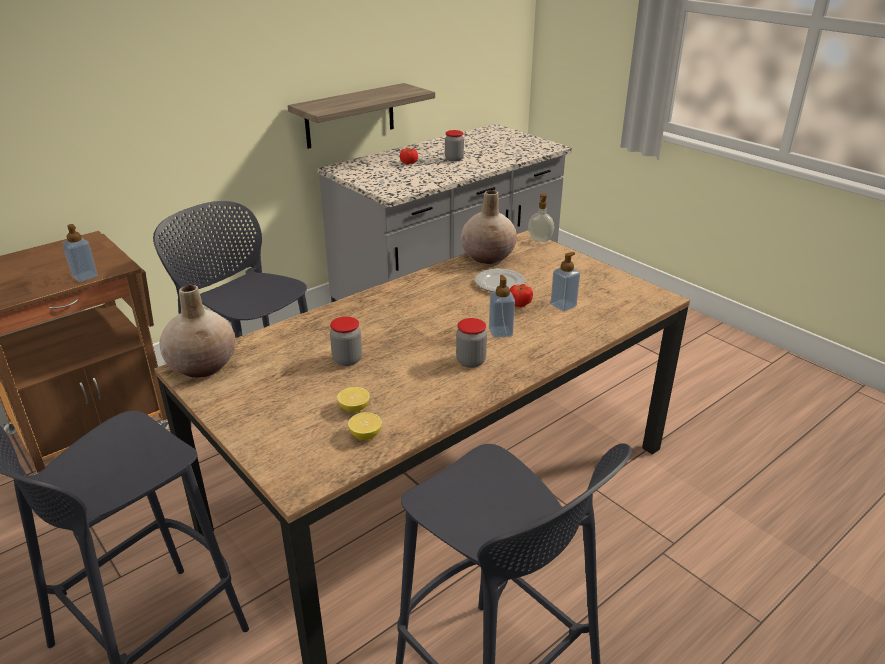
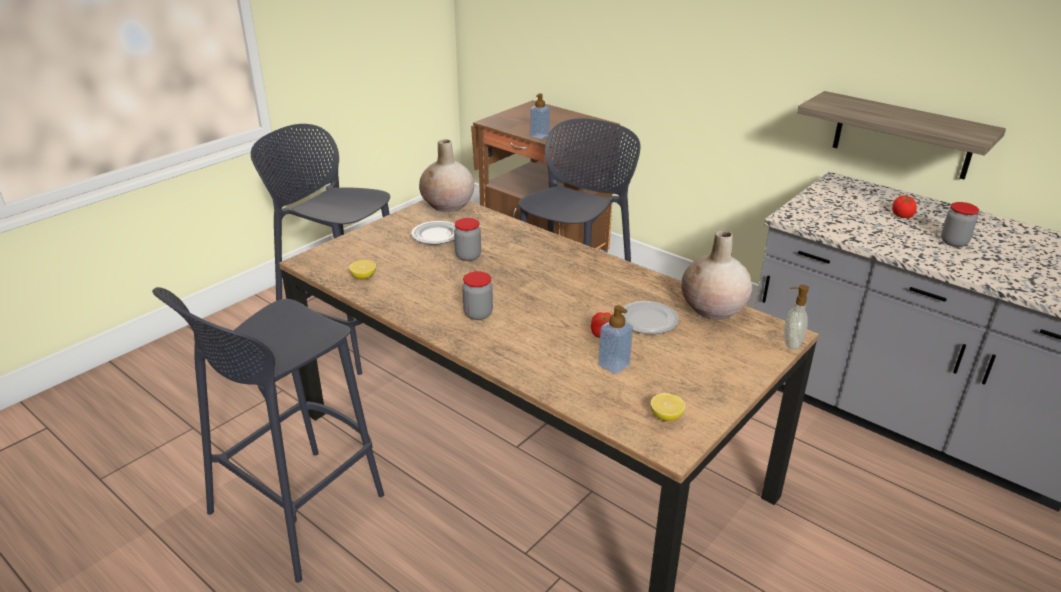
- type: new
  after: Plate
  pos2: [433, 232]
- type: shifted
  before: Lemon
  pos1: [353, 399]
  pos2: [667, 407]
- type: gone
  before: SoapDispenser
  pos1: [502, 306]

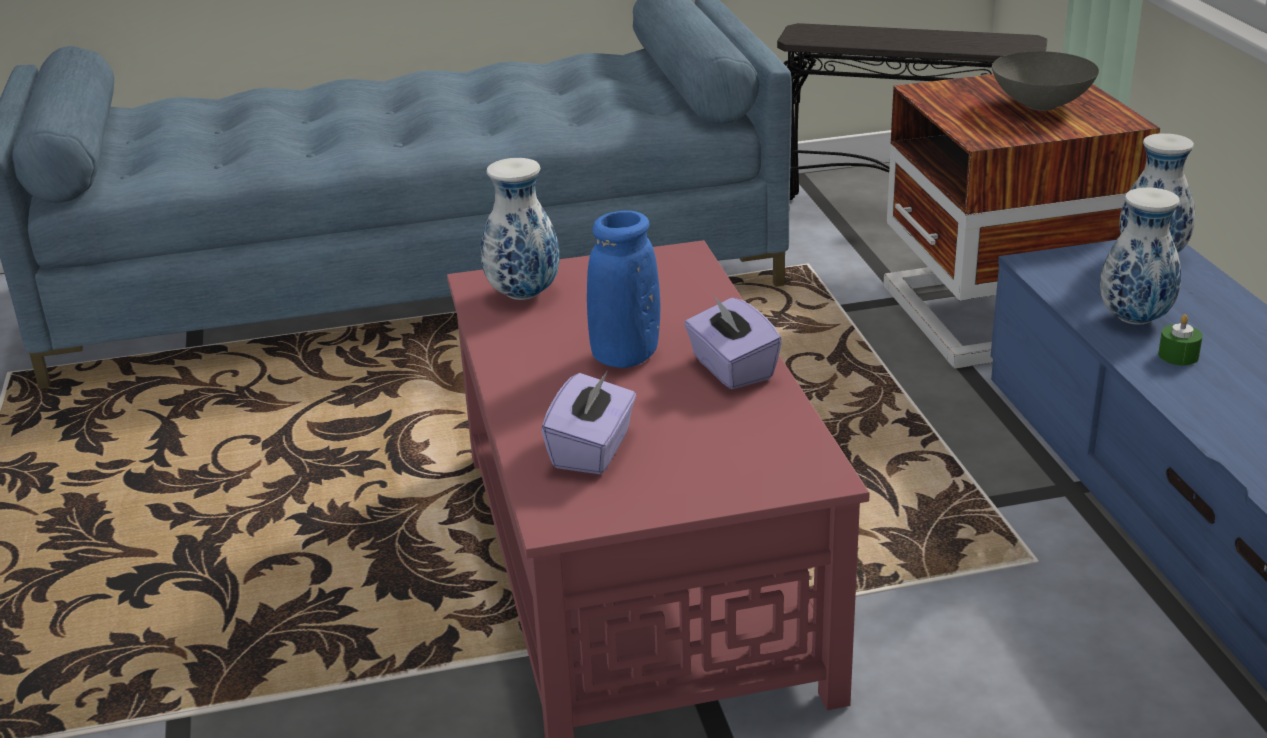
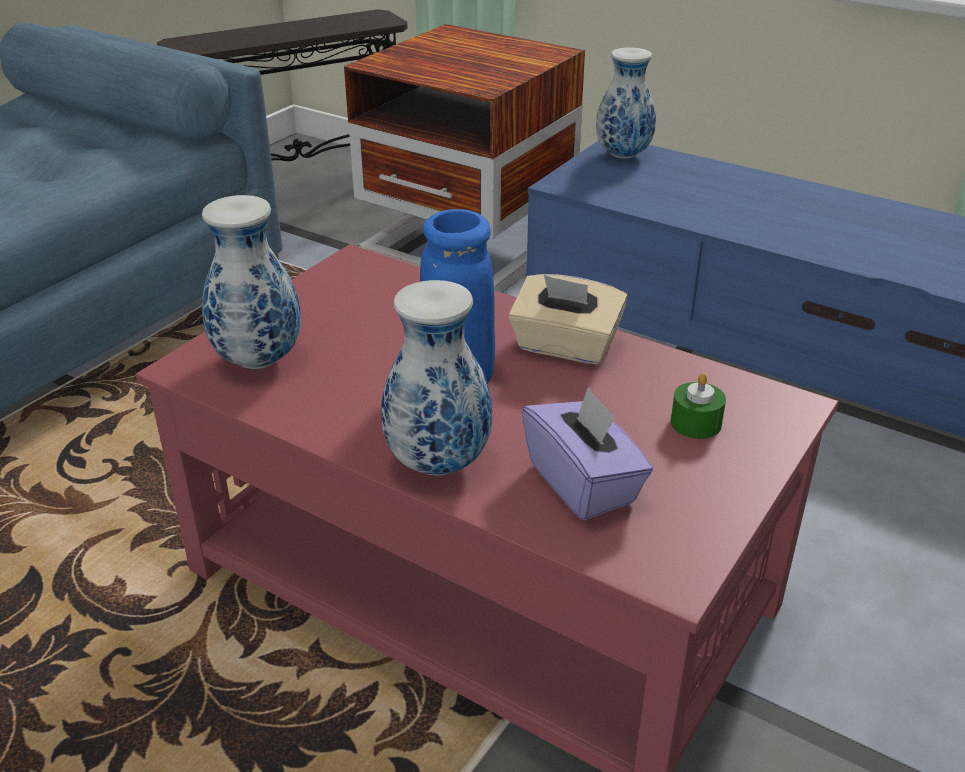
- type: shifted
  before: Vase
  pos1: [1140, 256]
  pos2: [436, 378]
- type: repainted
  before: PurpleTissueBox
  after: BeigeTissueBox
  pos1: [733, 341]
  pos2: [568, 319]
- type: shifted
  before: GreenCandle
  pos1: [1180, 339]
  pos2: [698, 406]
- type: gone
  before: GreyBowl
  pos1: [1045, 81]

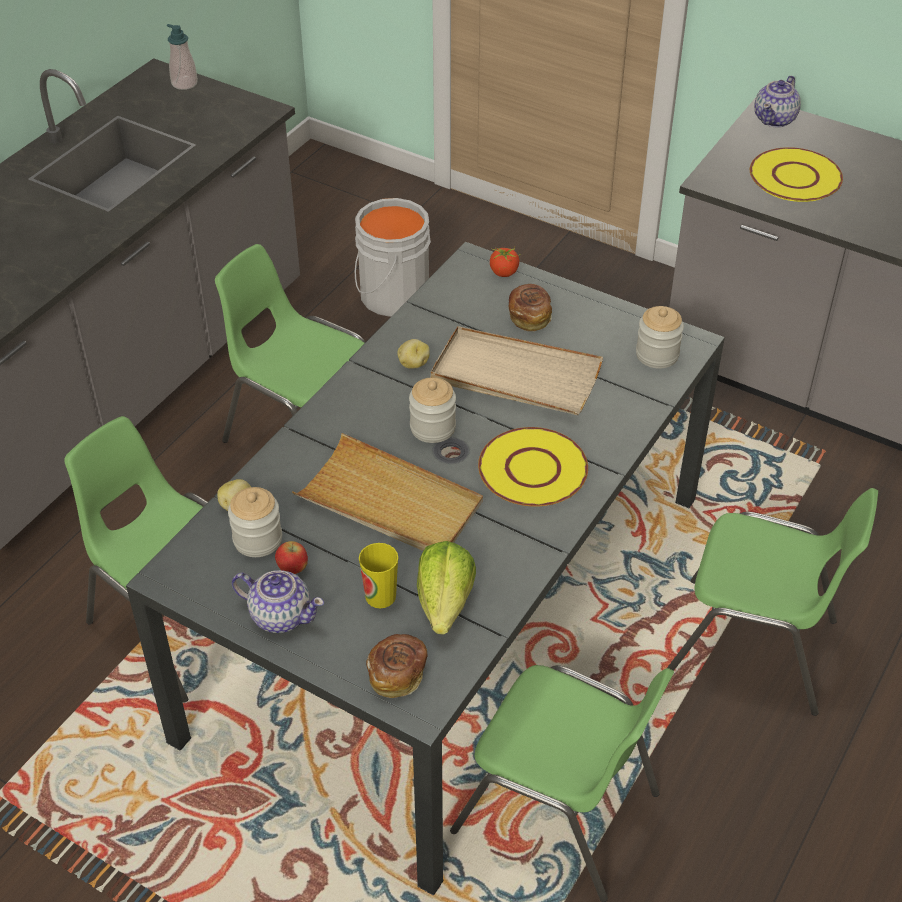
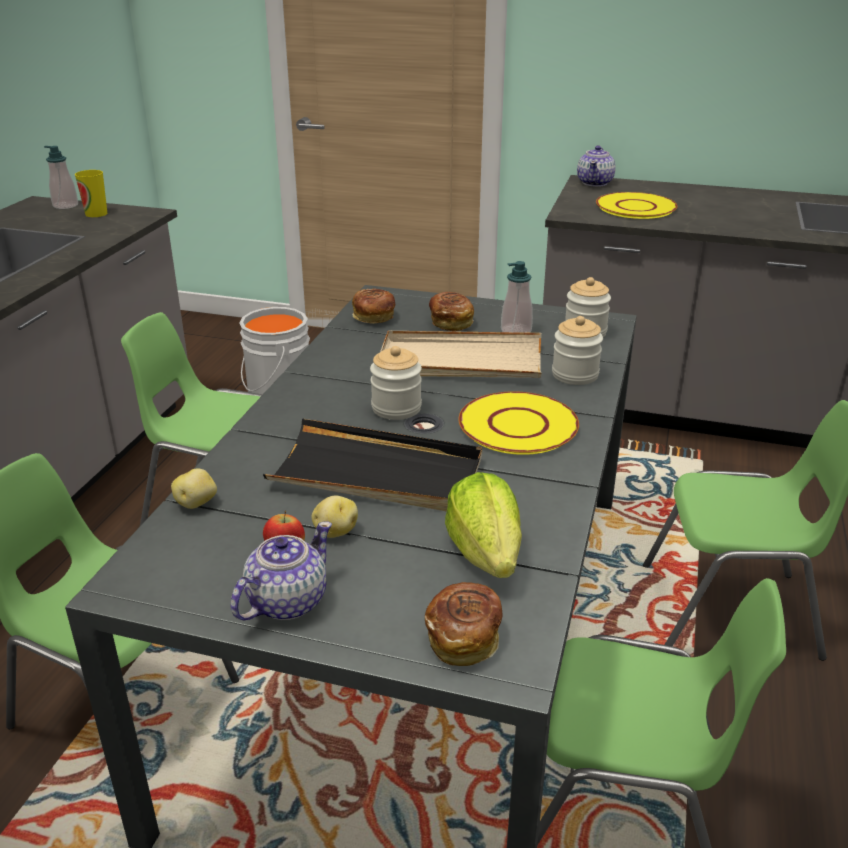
- type: shifted
  before: Cup
  pos1: [378, 575]
  pos2: [91, 193]
- type: rotated
  before: Teapot
  pos1: [278, 602]
  pos2: [281, 571]
  turn: -60
- type: repainted
  before: BeigeTray
  after: BlackTray
  pos1: [387, 492]
  pos2: [372, 465]
- type: shifted
  before: Potato
  pos1: [413, 354]
  pos2: [335, 517]
- type: new
  after: Bread
  pos2: [373, 306]
- type: new
  after: SoapDispenser
  pos2: [517, 297]
- type: shifted
  before: Jar
  pos1: [255, 522]
  pos2: [577, 350]
- type: gone
  before: Tomato
  pos1: [504, 261]

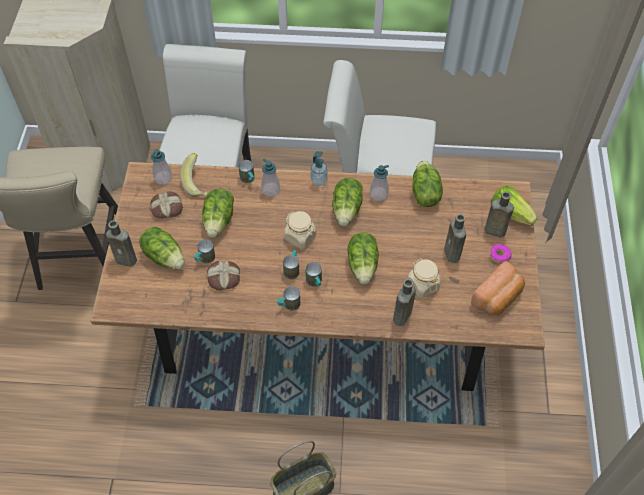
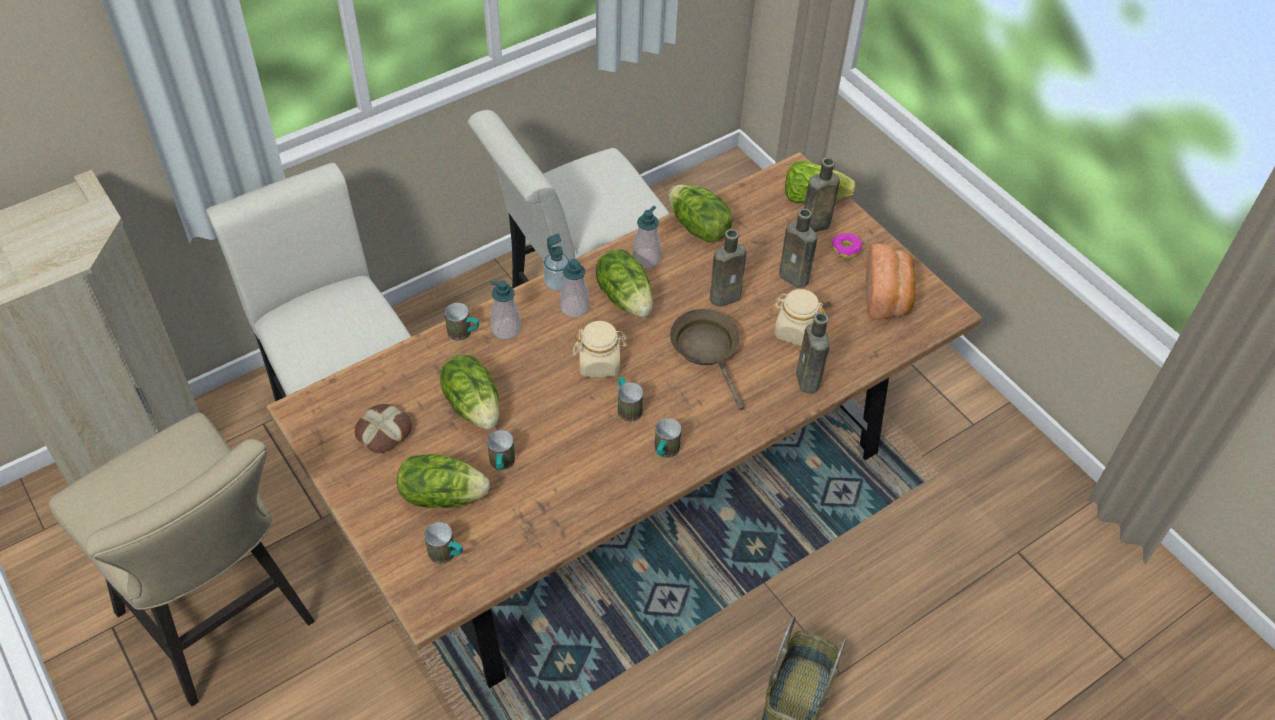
- type: shifted
  before: Mug
  pos1: [314, 274]
  pos2: [443, 543]
- type: shifted
  before: SoapDispenser
  pos1: [161, 167]
  pos2: [574, 288]
- type: swapped
  before: Lettuce
  after: BrownFryingPan
  pos1: [363, 258]
  pos2: [707, 359]
- type: shifted
  before: BrownBottle
  pos1: [121, 243]
  pos2: [728, 268]
- type: gone
  before: Banana
  pos1: [193, 175]
- type: gone
  before: Bread
  pos1: [223, 275]

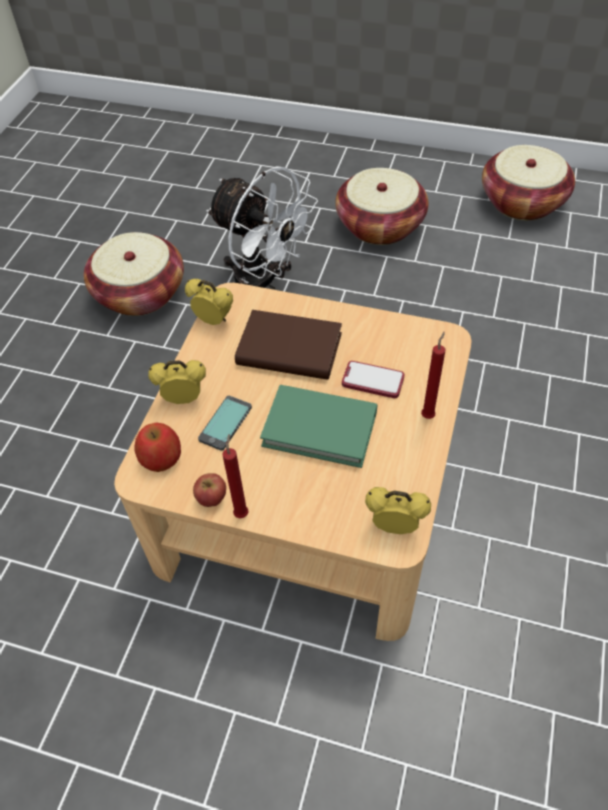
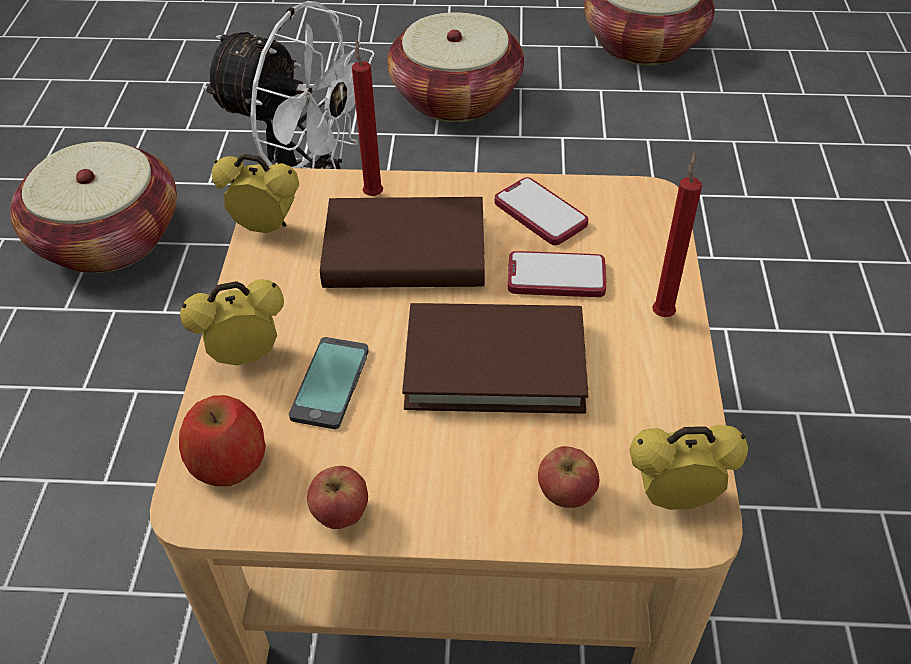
- type: shifted
  before: RedCandle
  pos1: [235, 476]
  pos2: [367, 117]
- type: repainted
  before: GreenBook
  after: BrownBook
  pos1: [318, 426]
  pos2: [495, 358]
- type: new
  after: Phone
  pos2: [541, 211]
- type: new
  after: Apple
  pos2: [568, 477]

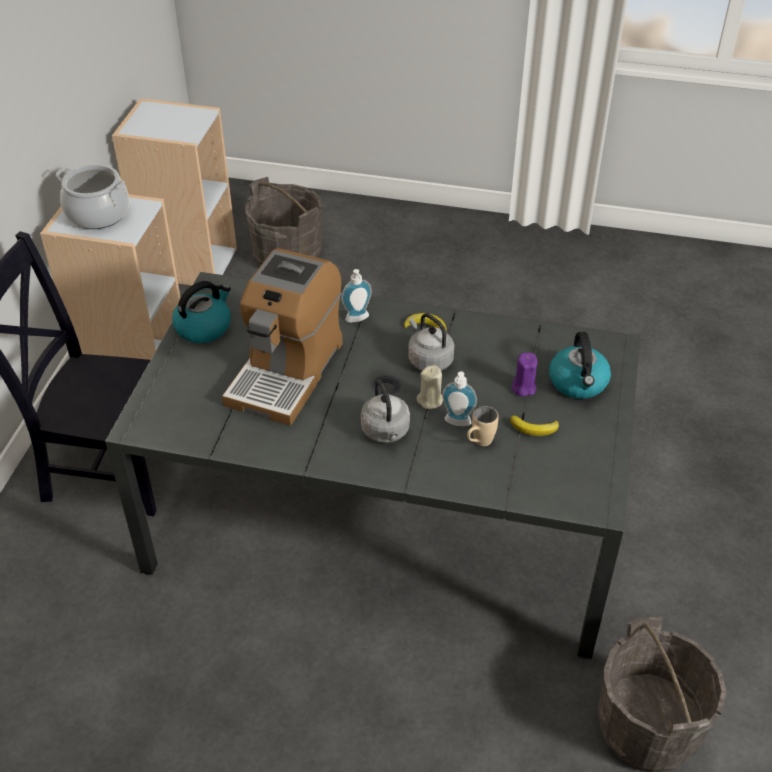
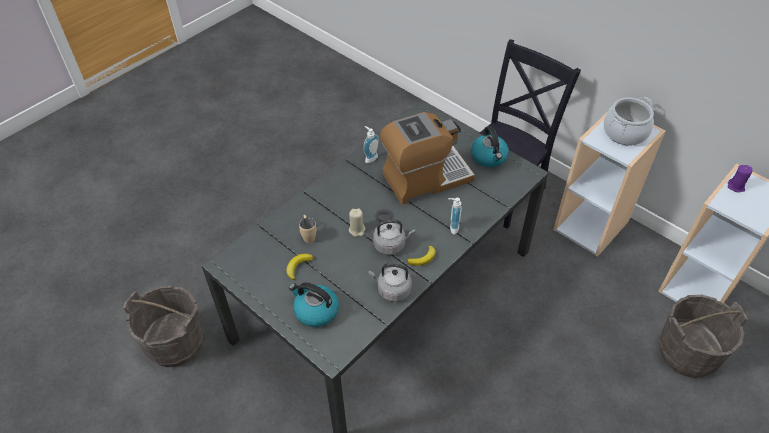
- type: shifted
  before: SoapDispenser
  pos1: [459, 398]
  pos2: [371, 144]
- type: shifted
  before: GreyKettle
  pos1: [385, 411]
  pos2: [390, 282]
- type: rotated
  before: CoffeeMachine
  pos1: [282, 337]
  pos2: [427, 158]
  turn: 105
- type: shifted
  before: PurpleCandle
  pos1: [524, 374]
  pos2: [740, 178]

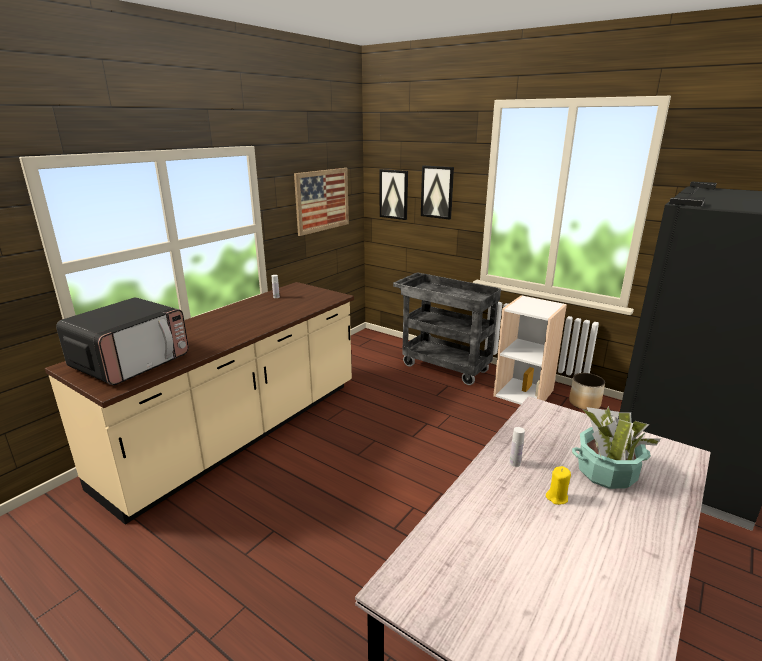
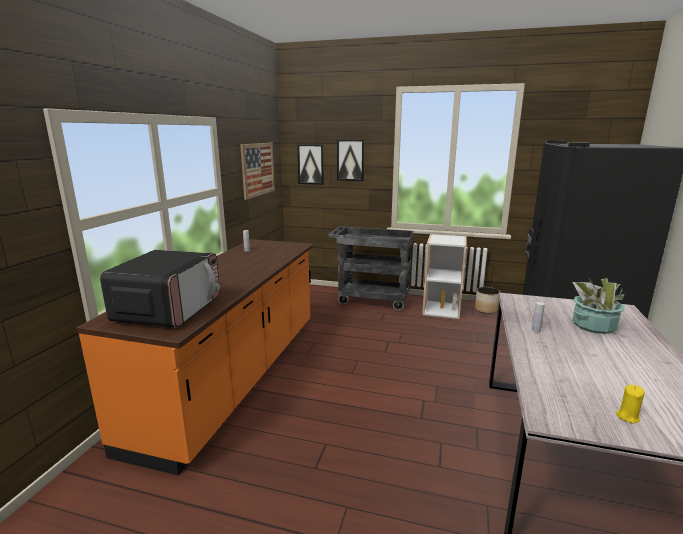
- type: repainted
  before: BeigeCounter
  after: OrangeCounter
  pos1: [199, 403]
  pos2: [194, 357]
- type: shifted
  before: YellowCandle
  pos1: [558, 485]
  pos2: [630, 404]

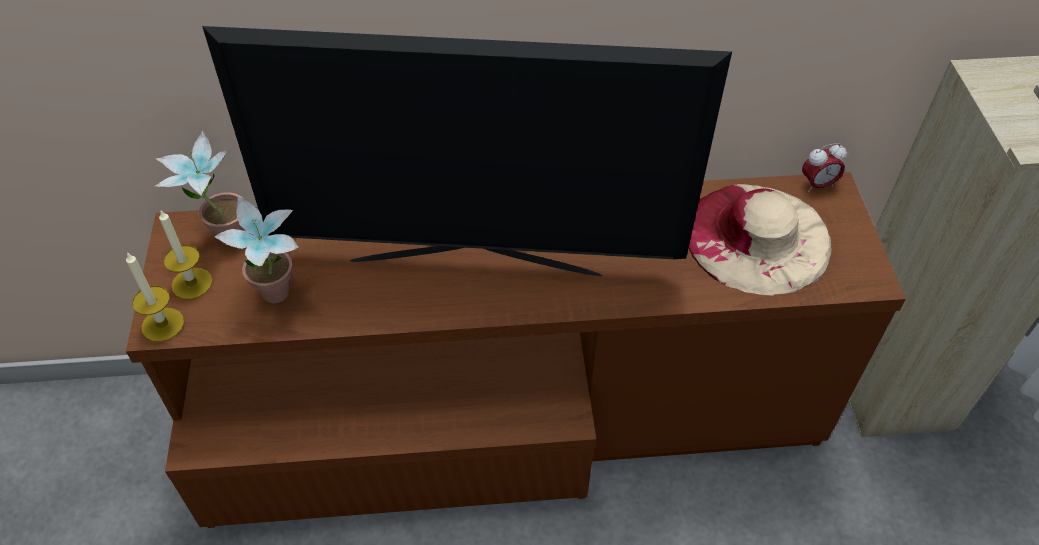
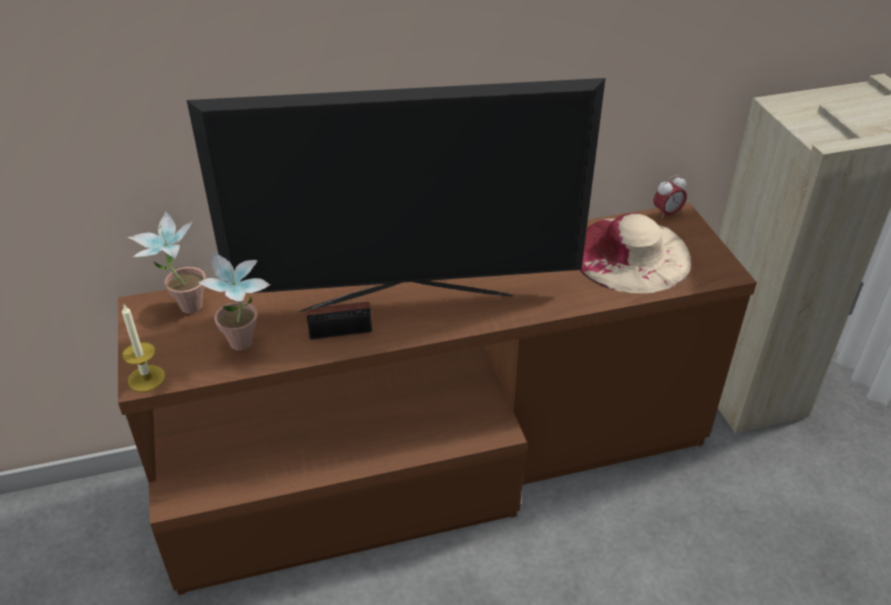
- type: new
  after: Radio
  pos2: [341, 311]
- type: gone
  before: Candle
  pos1: [186, 254]

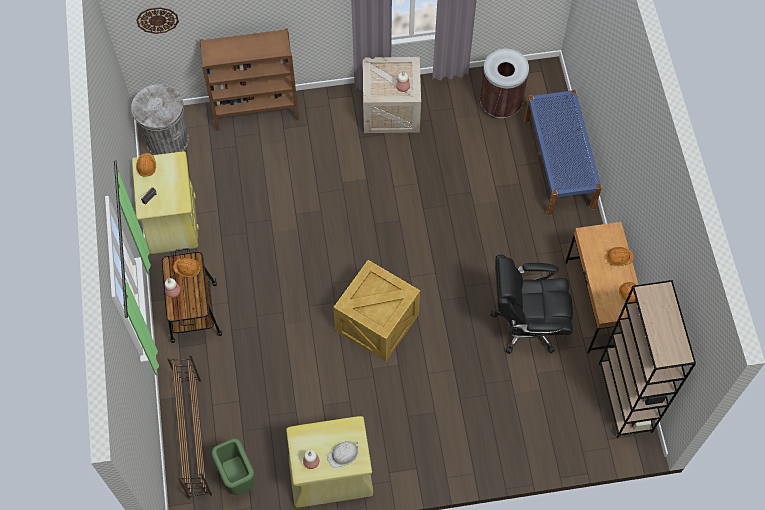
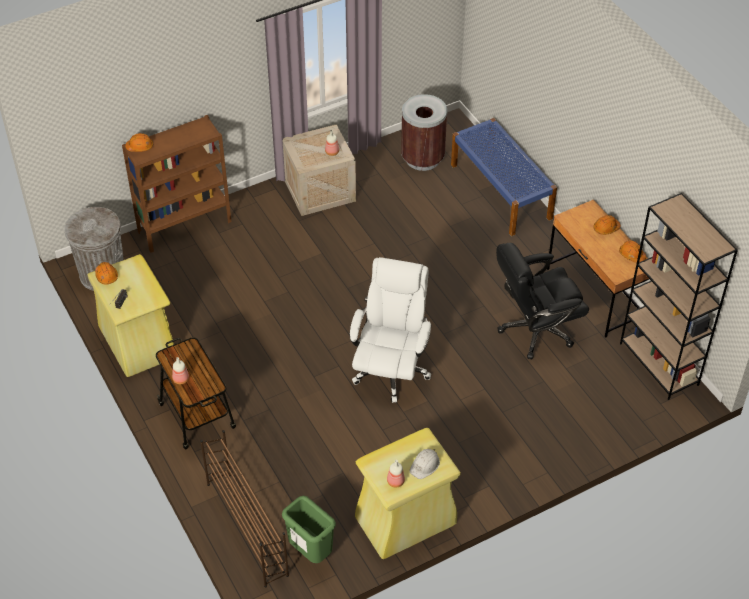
- type: shifted
  before: OrangeHardHat
  pos1: [187, 267]
  pos2: [139, 142]
- type: swapped
  before: Crate
  after: WhiteOfficeChair
  pos1: [376, 311]
  pos2: [390, 330]
- type: gone
  before: WallClock
  pos1: [157, 20]

